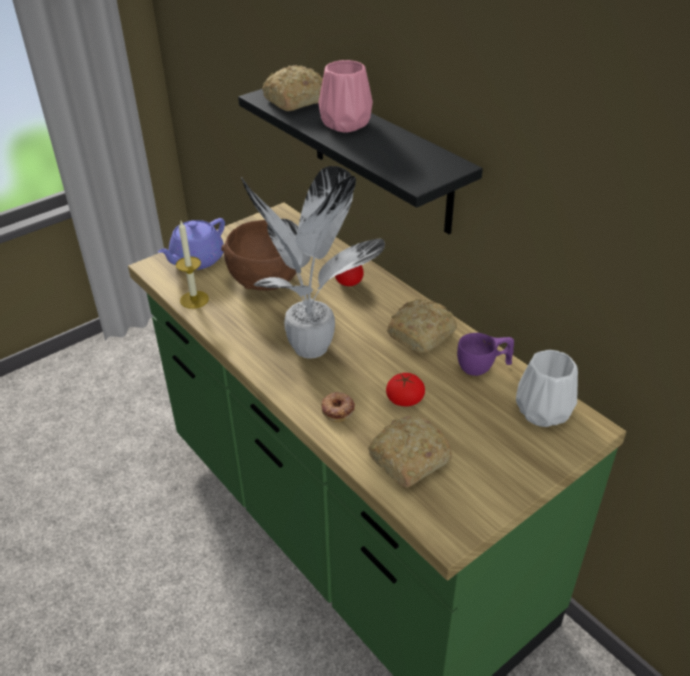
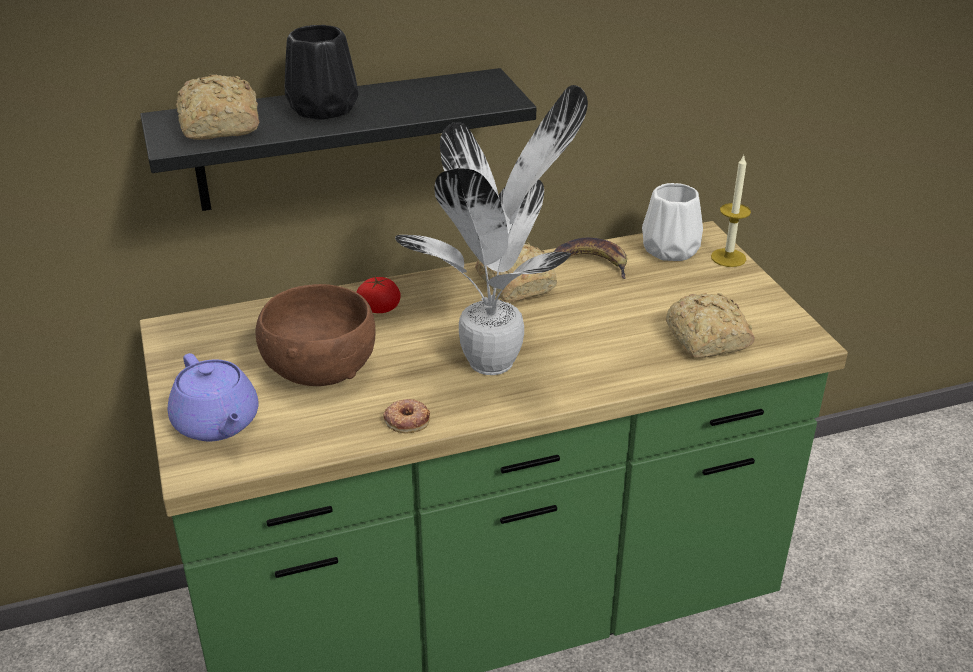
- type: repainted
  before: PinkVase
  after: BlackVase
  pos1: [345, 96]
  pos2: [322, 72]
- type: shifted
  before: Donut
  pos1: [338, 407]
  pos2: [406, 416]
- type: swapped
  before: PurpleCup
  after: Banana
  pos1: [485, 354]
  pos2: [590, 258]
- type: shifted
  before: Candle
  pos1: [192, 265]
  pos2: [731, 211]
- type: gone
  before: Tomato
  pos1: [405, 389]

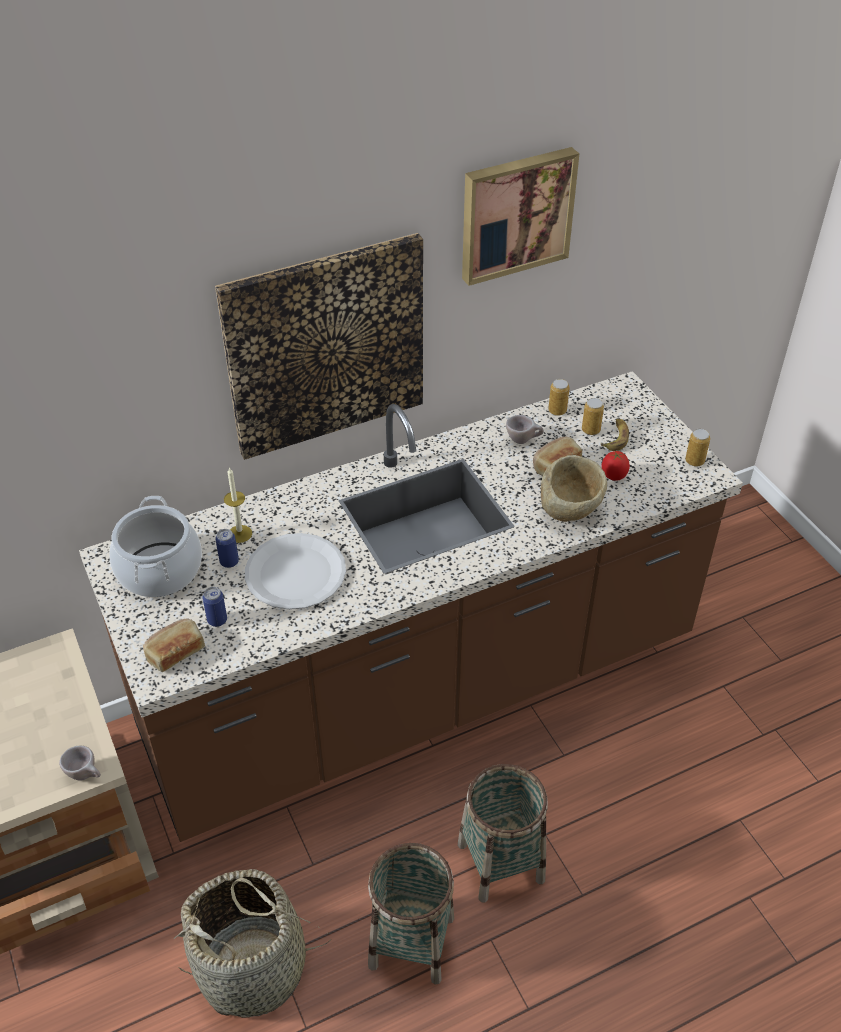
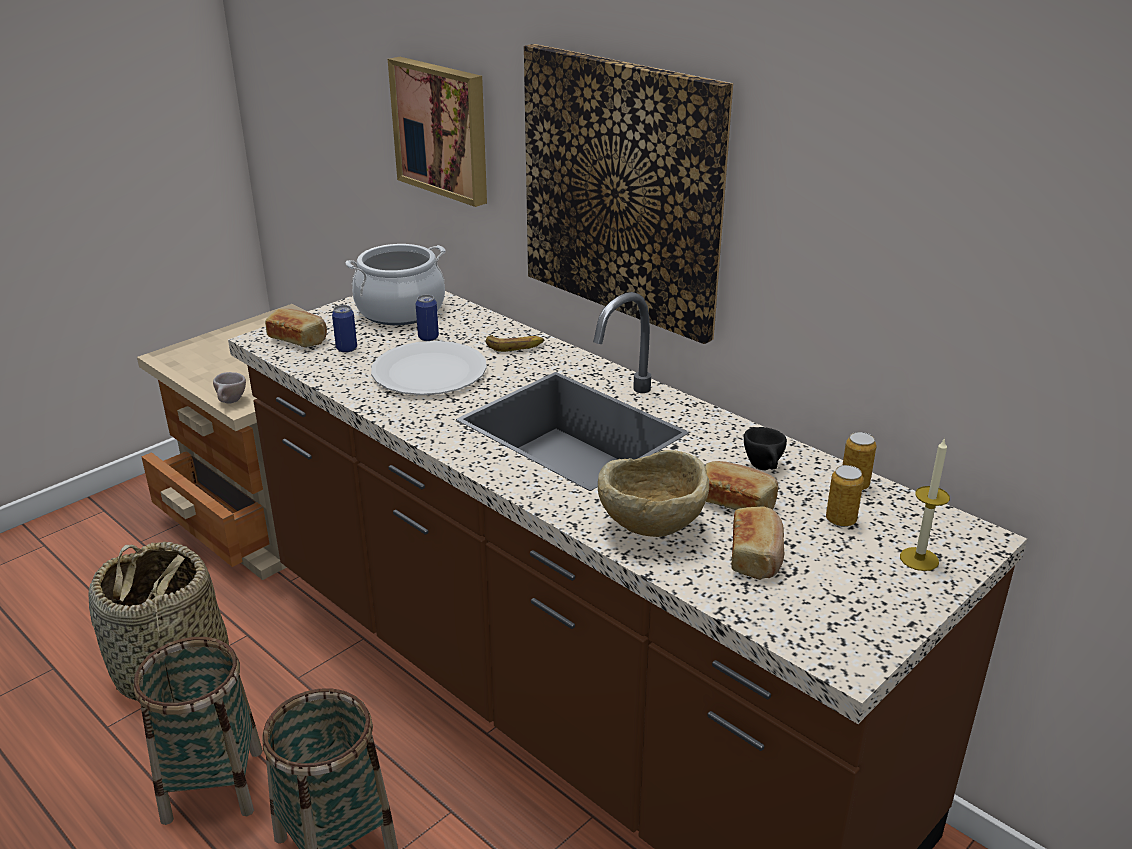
- type: shifted
  before: Picture
  pos1: [521, 216]
  pos2: [437, 132]
- type: shifted
  before: Banana
  pos1: [614, 435]
  pos2: [515, 343]
- type: swapped
  before: Tomato
  after: Bread
  pos1: [616, 466]
  pos2: [758, 543]
- type: repainted
  before: BeigeCup
  after: BlackCup
  pos1: [525, 429]
  pos2: [765, 448]
- type: shifted
  before: Candle
  pos1: [238, 505]
  pos2: [925, 504]
- type: gone
  before: Can
  pos1: [697, 447]

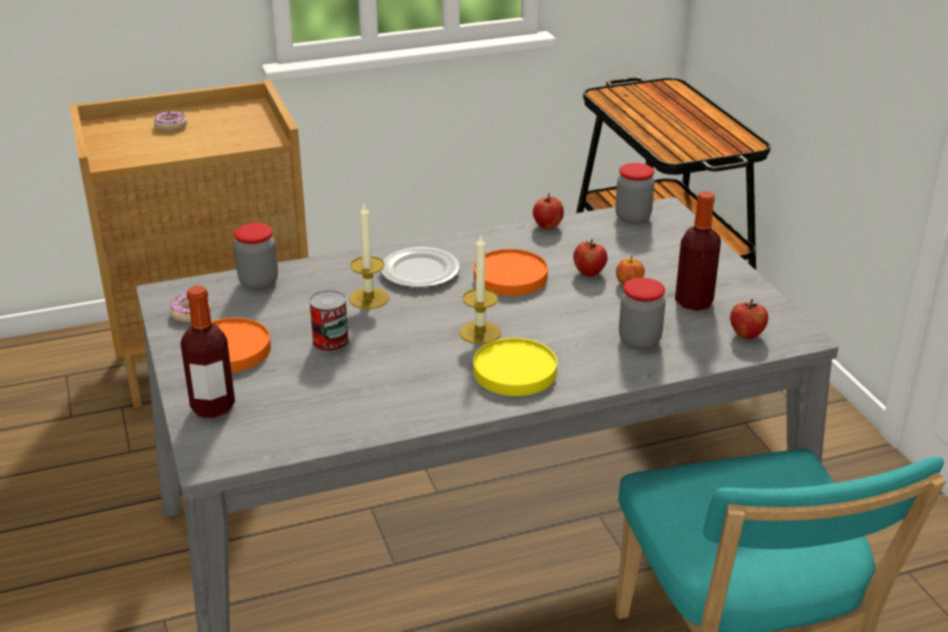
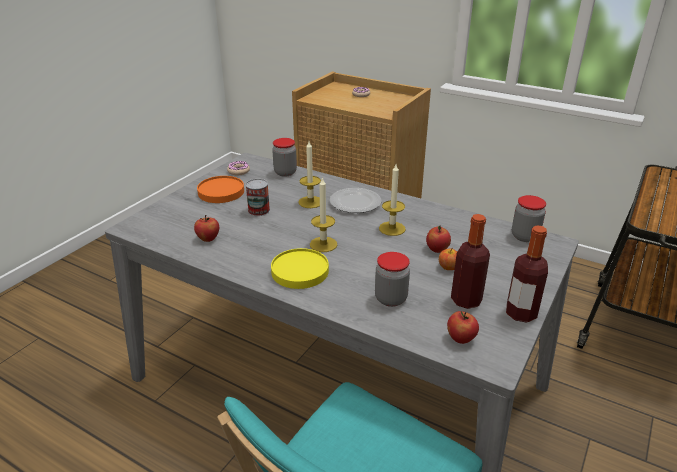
- type: shifted
  before: Apple
  pos1: [548, 211]
  pos2: [206, 228]
- type: swapped
  before: OrangePlate
  after: Candle
  pos1: [511, 272]
  pos2: [392, 200]
- type: shifted
  before: Bottle
  pos1: [207, 351]
  pos2: [527, 274]

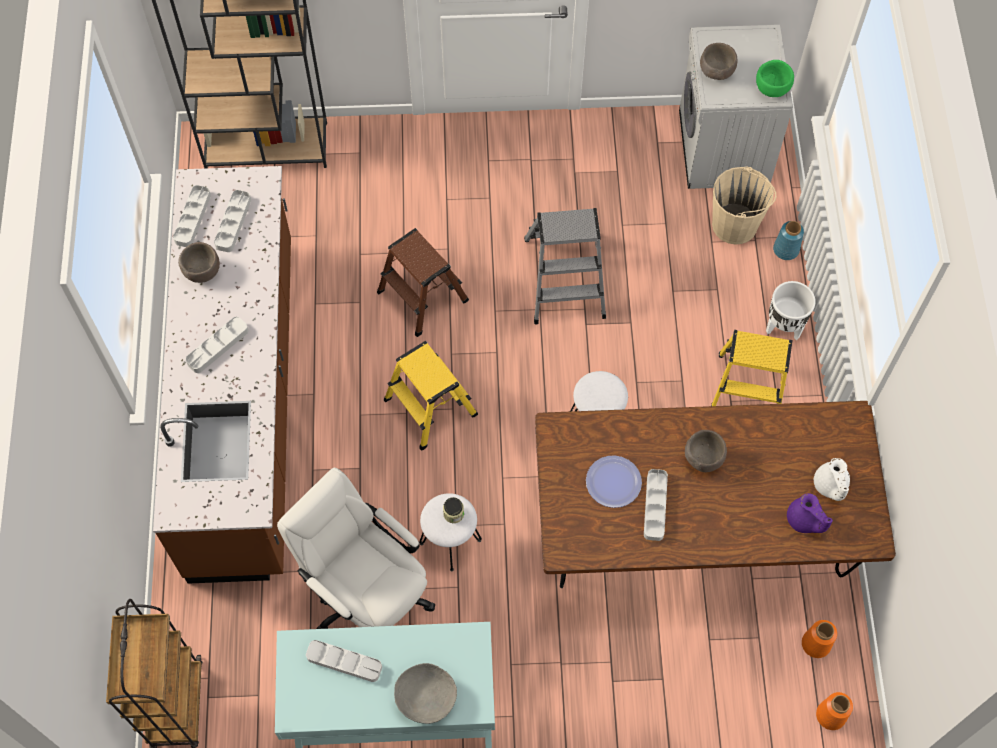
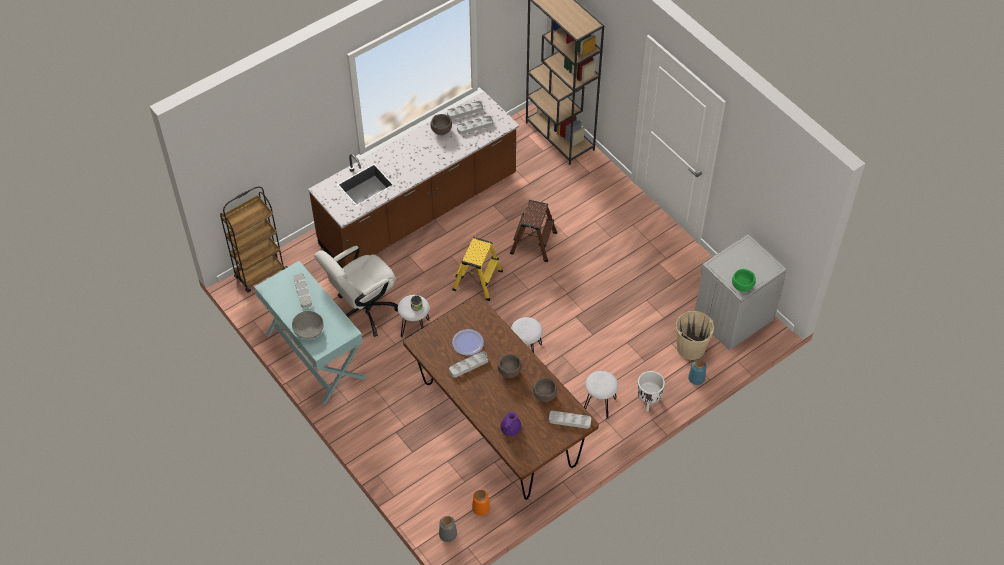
- type: rotated
  before: WhiteOfficeChair
  pos1: [356, 548]
  pos2: [356, 291]
  turn: -135
- type: repainted
  before: OrangeVase
  after: GreyVase
  pos1: [834, 711]
  pos2: [448, 529]
- type: shifted
  before: BrownBowl
  pos1: [718, 61]
  pos2: [545, 390]
- type: shifted
  before: GreyTray
  pos1: [217, 345]
  pos2: [570, 420]
- type: swapped
  before: YellowStepLadder
  after: WhiteStool
  pos1: [752, 368]
  pos2: [601, 395]
- type: gone
  before: GreyStepLadder
  pos1: [565, 266]
- type: gone
  before: WhiteTeapot
  pos1: [832, 479]

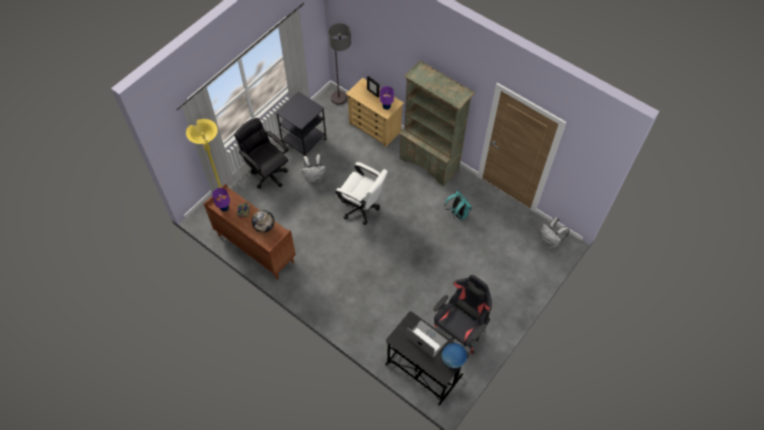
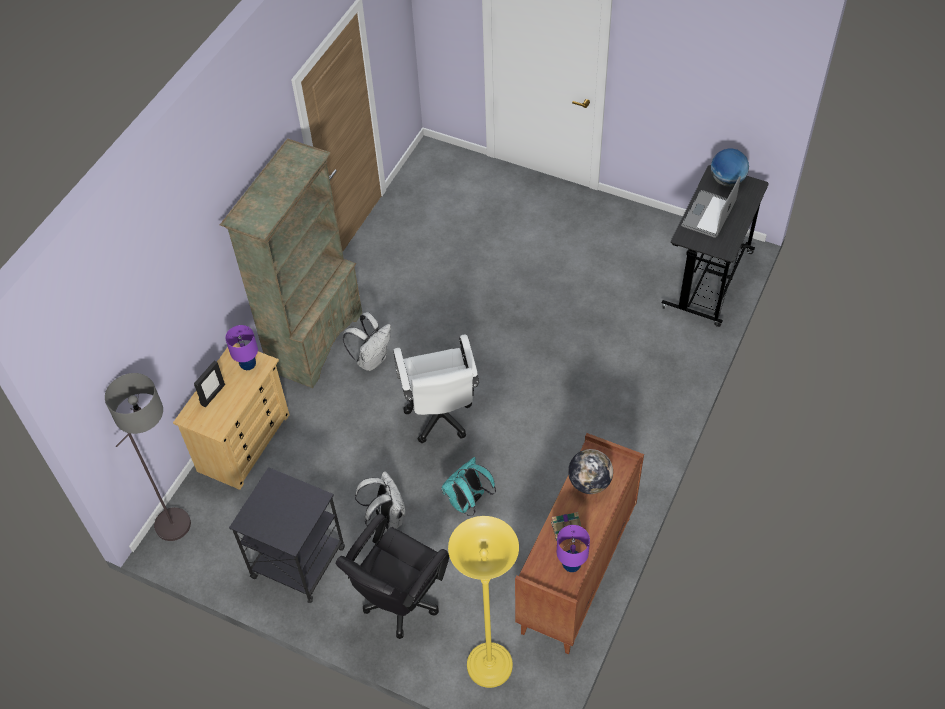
- type: shifted
  before: WhiteBackpack
  pos1: [555, 232]
  pos2: [367, 341]
- type: rotated
  before: WhiteOfficeChair
  pos1: [362, 193]
  pos2: [436, 388]
  turn: 150
- type: shifted
  before: TurquoiseBackpack
  pos1: [458, 205]
  pos2: [468, 486]
- type: gone
  before: BlackOfficeChair
  pos1: [462, 315]

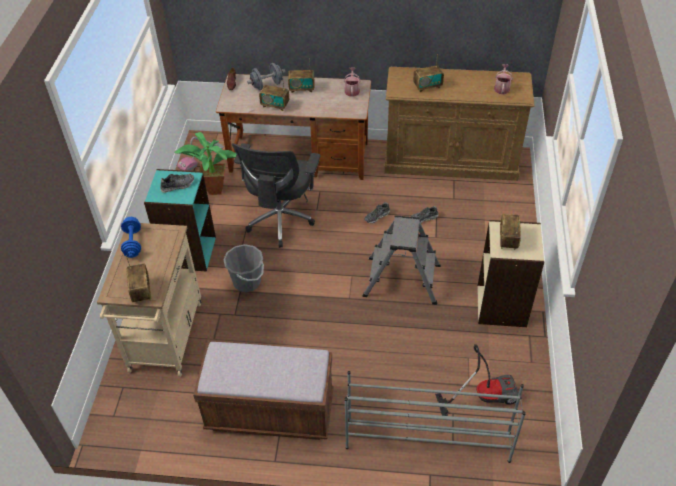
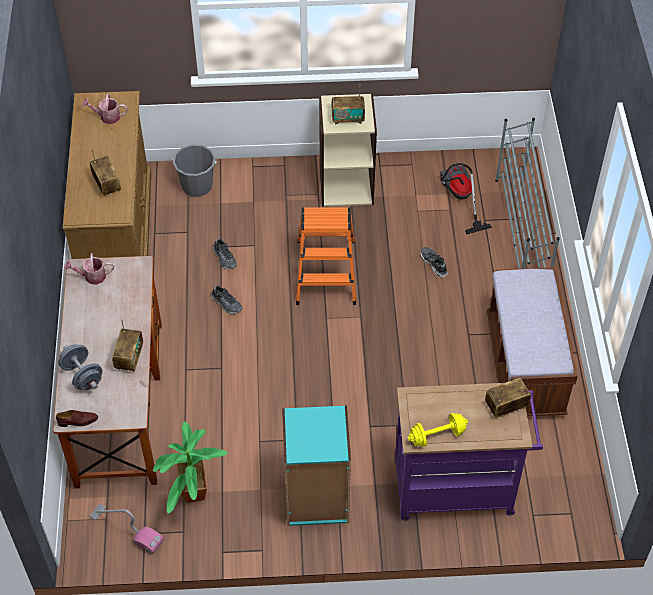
- type: shifted
  before: GreyBucket
  pos1: [243, 268]
  pos2: [195, 170]
- type: repainted
  before: GreyStepLadder
  after: OrangeStepLadder
  pos1: [401, 260]
  pos2: [326, 256]
- type: repainted
  before: BeigeCart
  after: PurpleCart
  pos1: [149, 300]
  pos2: [469, 451]
- type: repainted
  before: BlueDumbbell
  after: YellowDumbbell
  pos1: [131, 237]
  pos2: [438, 430]
- type: shifted
  before: Shoe
  pos1: [177, 183]
  pos2: [434, 262]
- type: gone
  before: OfficeChair
  pos1: [276, 195]
- type: gone
  before: Radio
  pos1: [301, 76]

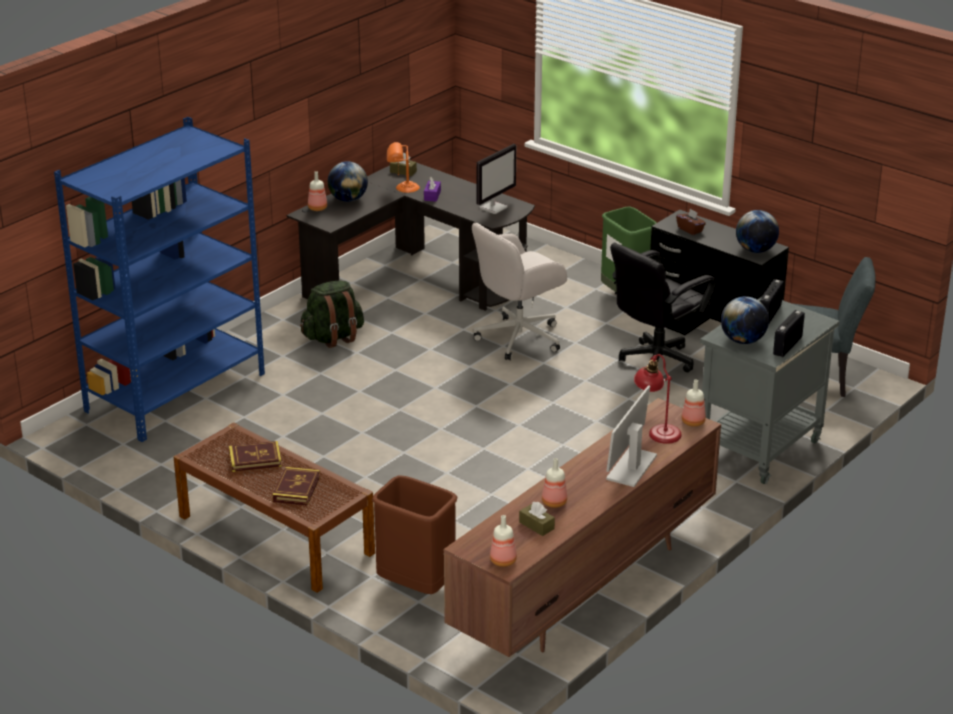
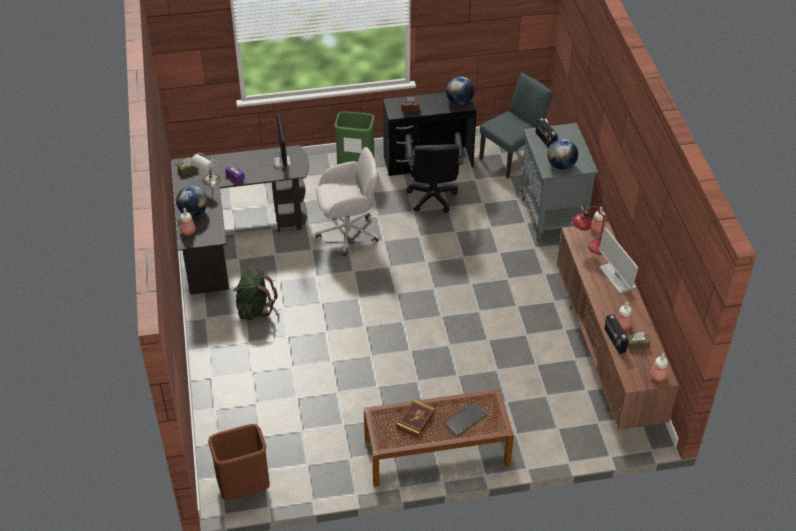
- type: repainted
  before: OrangeTableLamp
  after: WhiteTableLamp
  pos1: [403, 167]
  pos2: [206, 169]
- type: shifted
  before: BrownTrashCan
  pos1: [414, 534]
  pos2: [239, 462]
- type: rotated
  before: WhiteOfficeChair
  pos1: [519, 291]
  pos2: [347, 201]
  turn: -105
- type: swapped
  before: Book
  after: Keyboard
  pos1: [296, 486]
  pos2: [466, 419]
- type: shifted
  before: Radio
  pos1: [789, 333]
  pos2: [617, 334]
- type: gone
  before: BlueBookcase
  pos1: [159, 279]

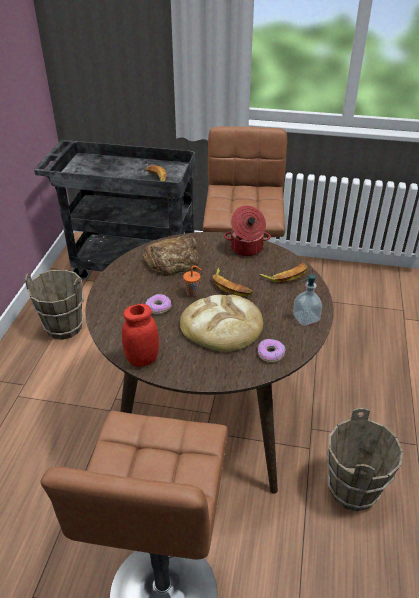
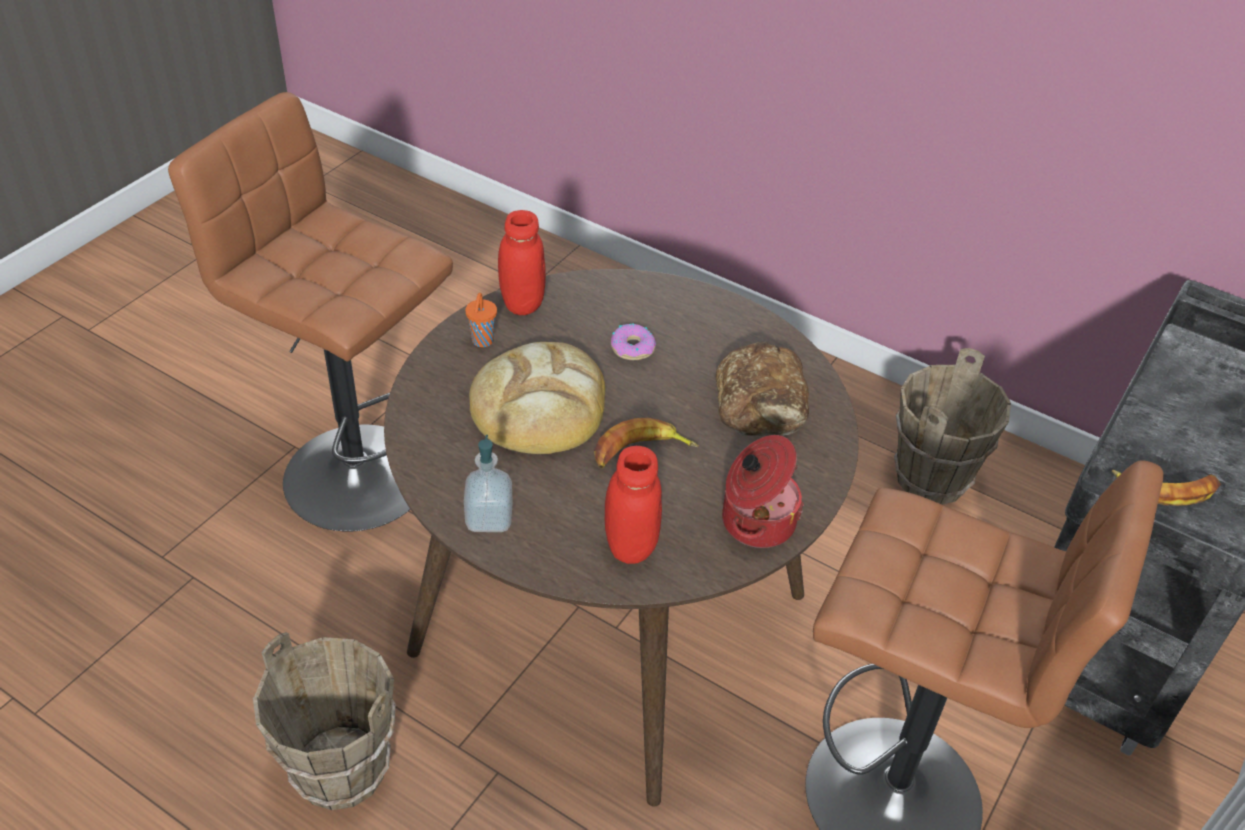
- type: shifted
  before: OrangeCup
  pos1: [192, 281]
  pos2: [481, 320]
- type: swapped
  before: Banana
  after: RedJar
  pos1: [283, 273]
  pos2: [633, 505]
- type: gone
  before: Donut
  pos1: [272, 350]

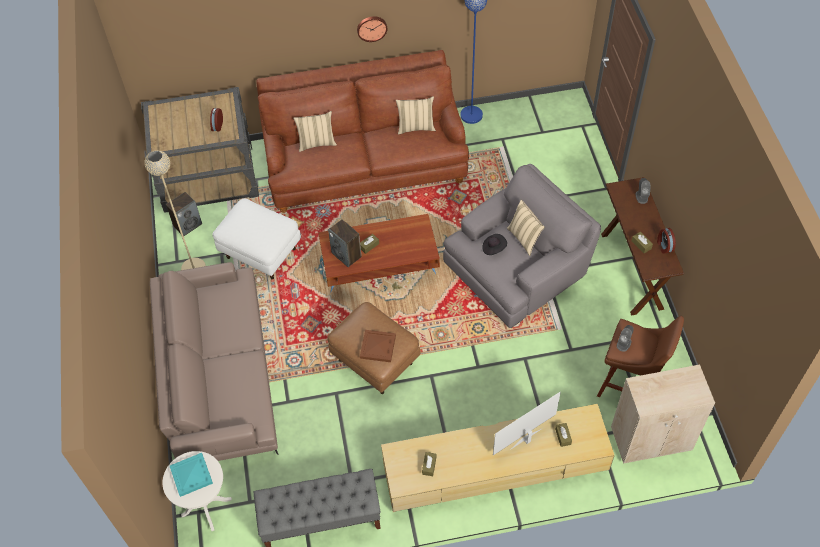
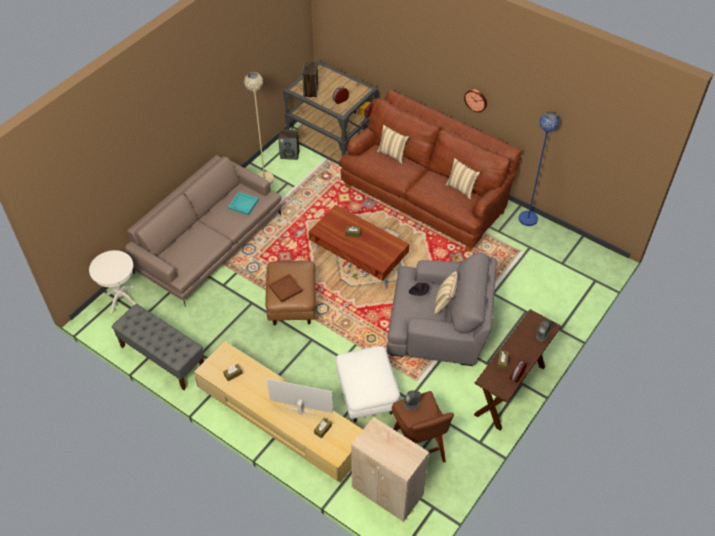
- type: shifted
  before: TurquoiseTray
  pos1: [191, 475]
  pos2: [243, 204]
- type: shifted
  before: Speaker
  pos1: [345, 243]
  pos2: [310, 79]
- type: shifted
  before: WhiteOttoman
  pos1: [257, 238]
  pos2: [368, 384]

